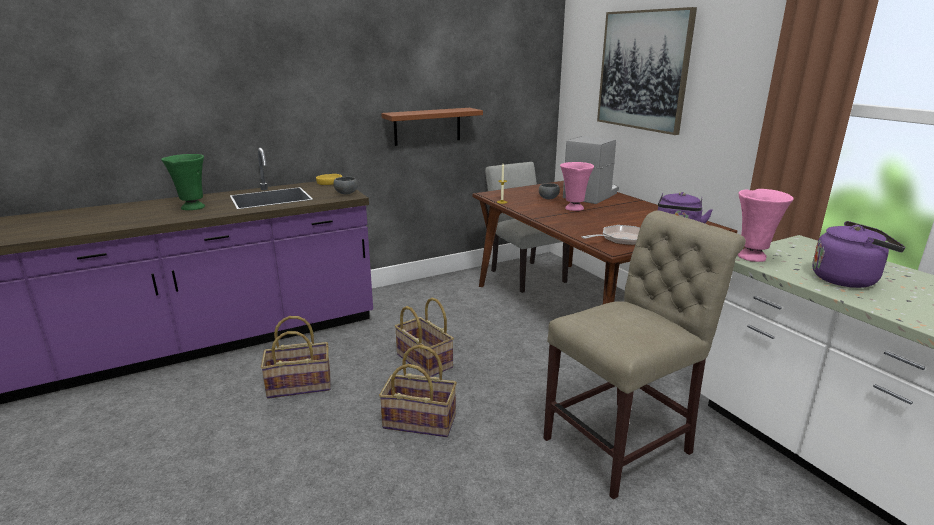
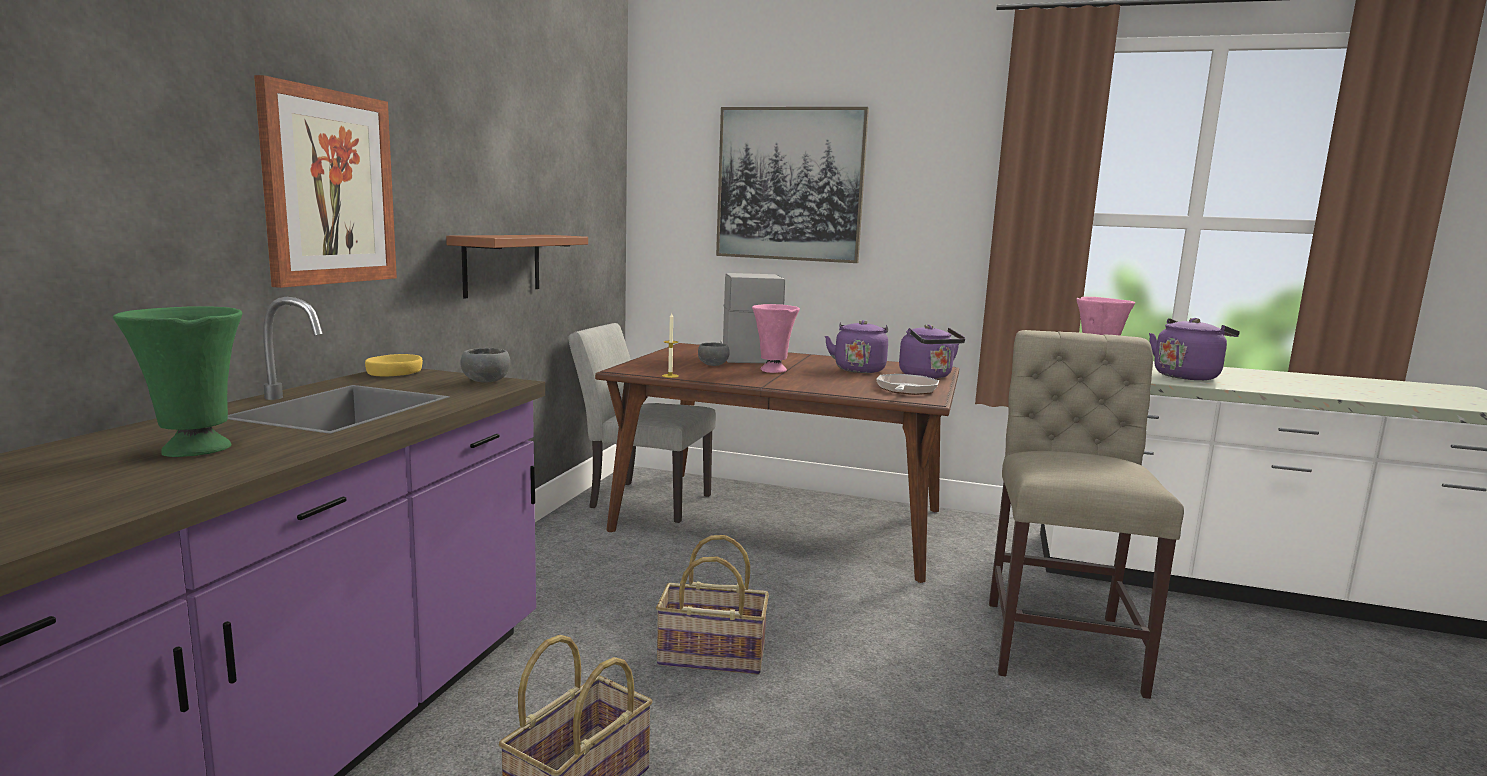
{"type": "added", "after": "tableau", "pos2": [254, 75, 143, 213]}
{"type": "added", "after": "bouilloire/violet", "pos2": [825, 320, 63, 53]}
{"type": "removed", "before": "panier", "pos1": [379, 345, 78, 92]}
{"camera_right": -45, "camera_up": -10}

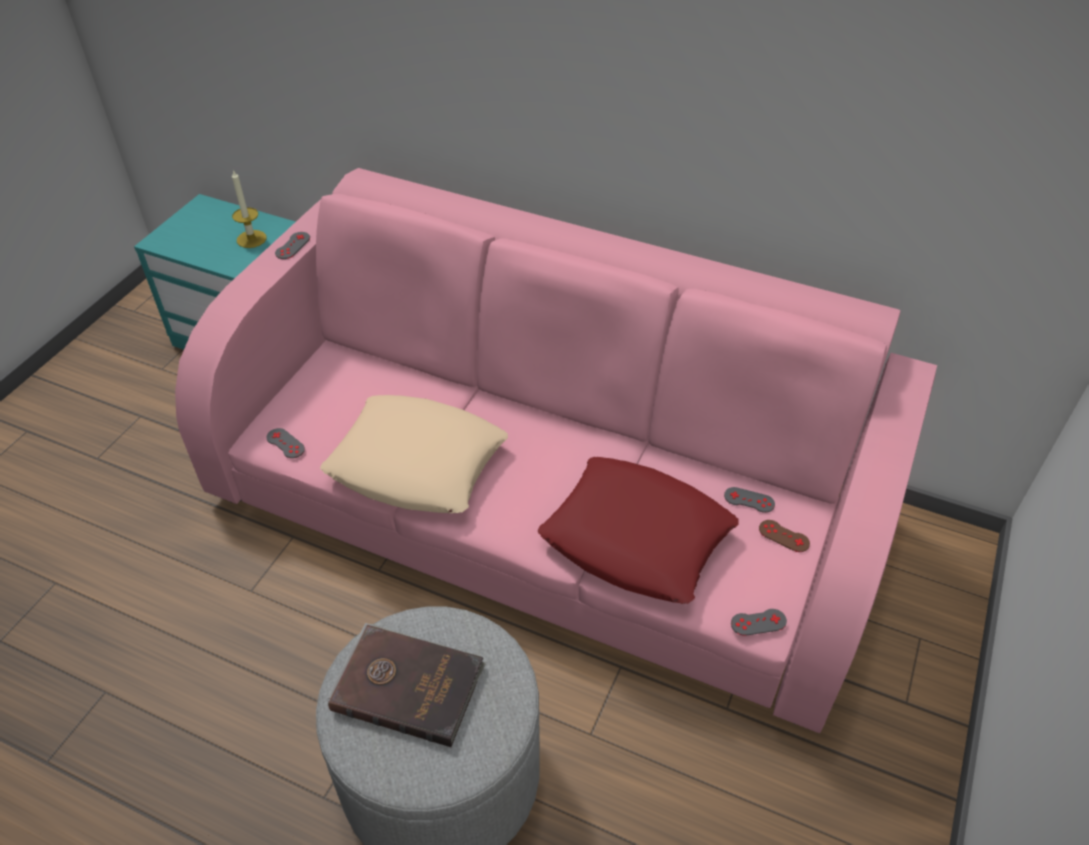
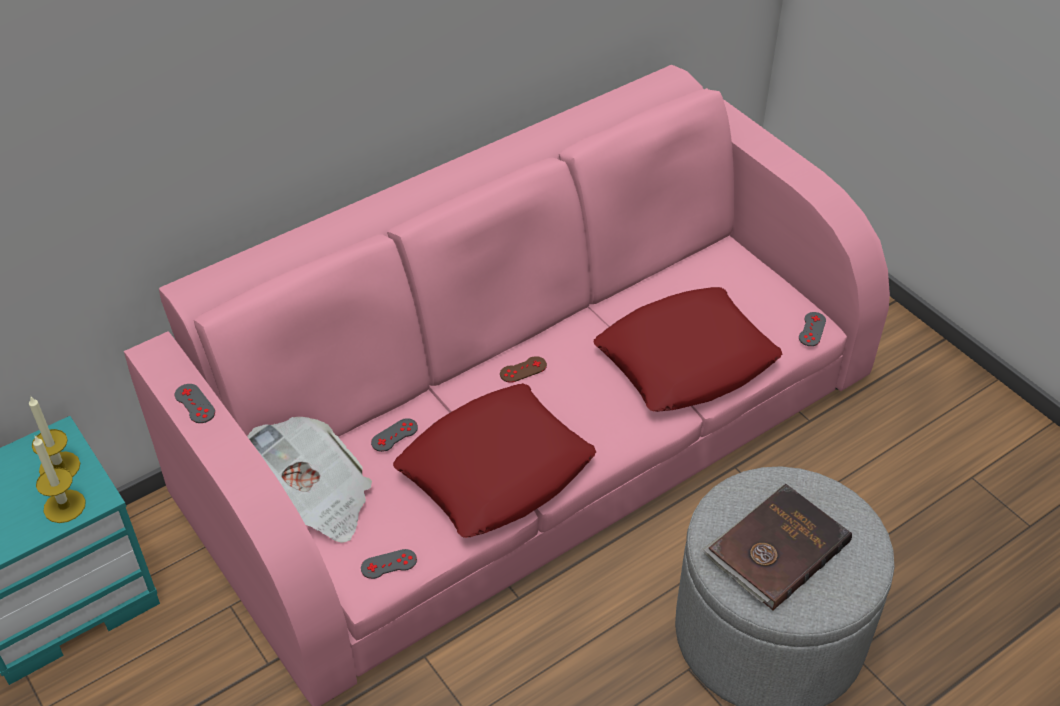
{"type": "added", "after": "bougie", "pos2": [33, 436, 53, 87]}
{"type": "added", "after": "journal", "pos2": [247, 417, 125, 126]}
{"type": "moved", "before": "manette/gris", "pos1": [724, 487, 51, 26], "pos2": [371, 418, 47, 34]}
{"type": "recoloured", "before": "coussin/beige", "after": "coussin/rouge", "pos1": [320, 395, 188, 118], "pos2": [393, 383, 203, 155]}
{"type": "moved", "before": "manette/marron", "pos1": [759, 520, 51, 32], "pos2": [500, 356, 47, 27]}
{"camera_right": -60, "camera_up": 0}

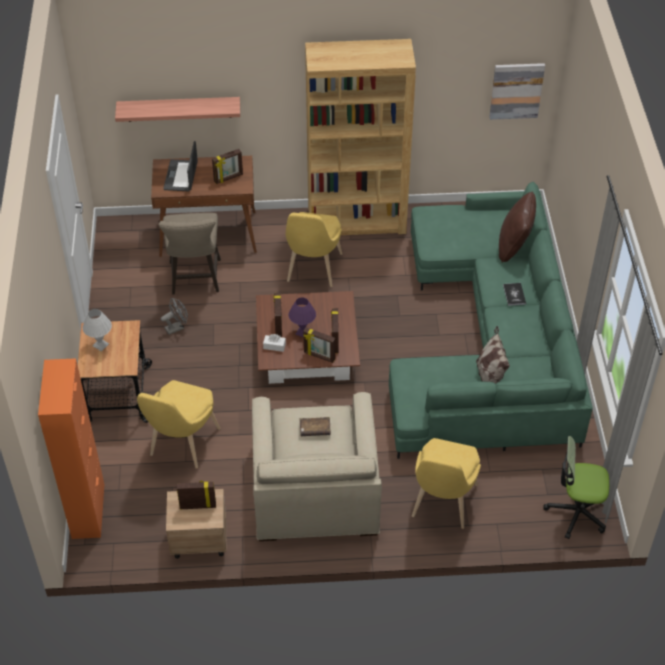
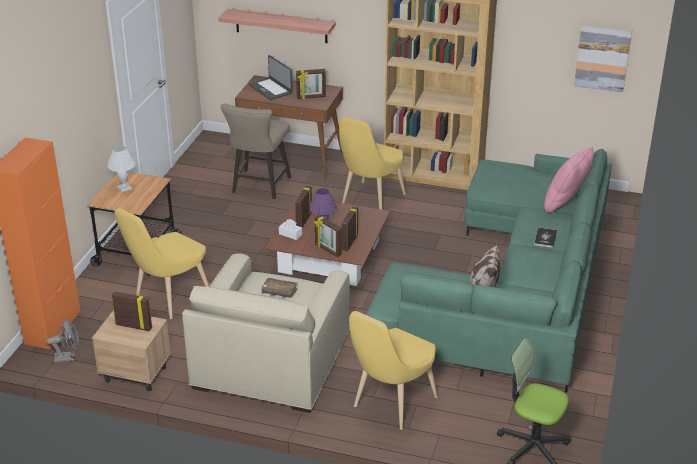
{"type": "moved", "before": "ventilateur/gris", "pos1": [161, 298, 27, 37], "pos2": [46, 320, 33, 42]}
{"type": "turned", "before": "ordinateur portable", "pos1": [163, 141, 35, 50], "pos2": [248, 55, 45, 45], "turn": -60}
{"type": "recoloured", "before": "coussin/marron", "after": "coussin/rose", "pos1": [499, 191, 37, 72], "pos2": [544, 147, 50, 65]}
{"camera_right": 20, "camera_up": -15}

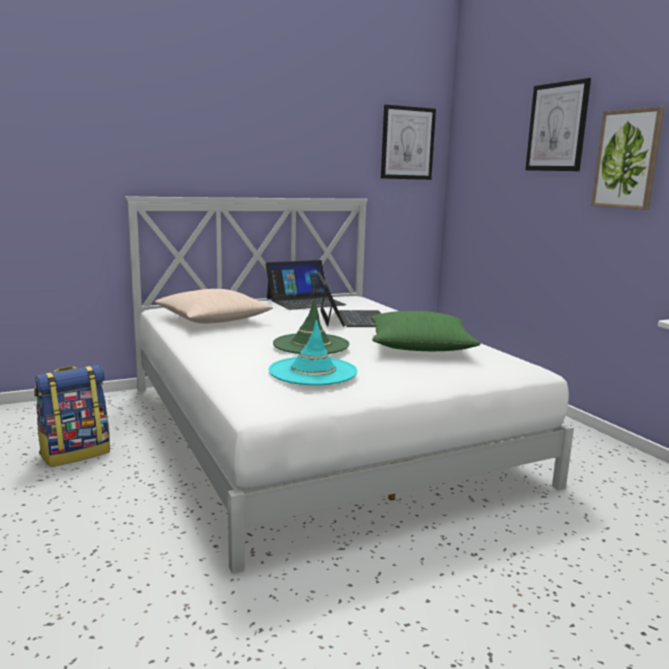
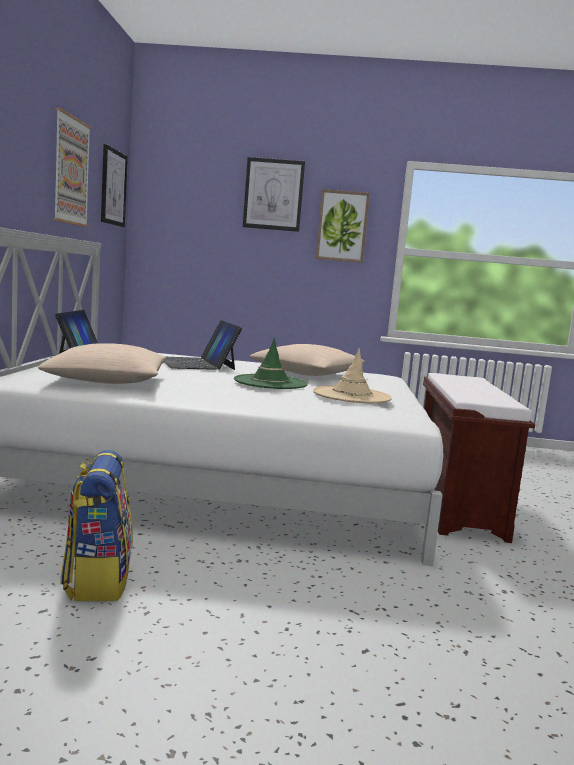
{"type": "added", "after": "tableau", "pos2": [53, 107, 39, 120]}
{"type": "turned", "before": "ordinateur portable", "pos1": [317, 272, 64, 55], "pos2": [164, 320, 78, 50], "turn": -135}
{"type": "recoloured", "before": "coussin/vert", "after": "coussin/beige", "pos1": [371, 311, 110, 40], "pos2": [249, 344, 116, 32]}
{"type": "recoloured", "before": "chapeau/turquoise", "after": "chapeau/beige", "pos1": [268, 319, 89, 66], "pos2": [313, 348, 79, 55]}
{"type": "added", "after": "banc/marron", "pos2": [423, 373, 112, 170]}
{"camera_right": -60, "camera_up": -5}

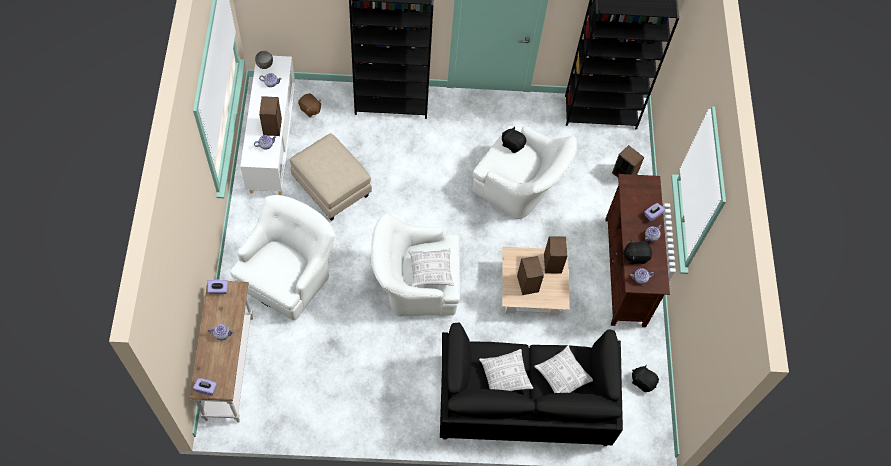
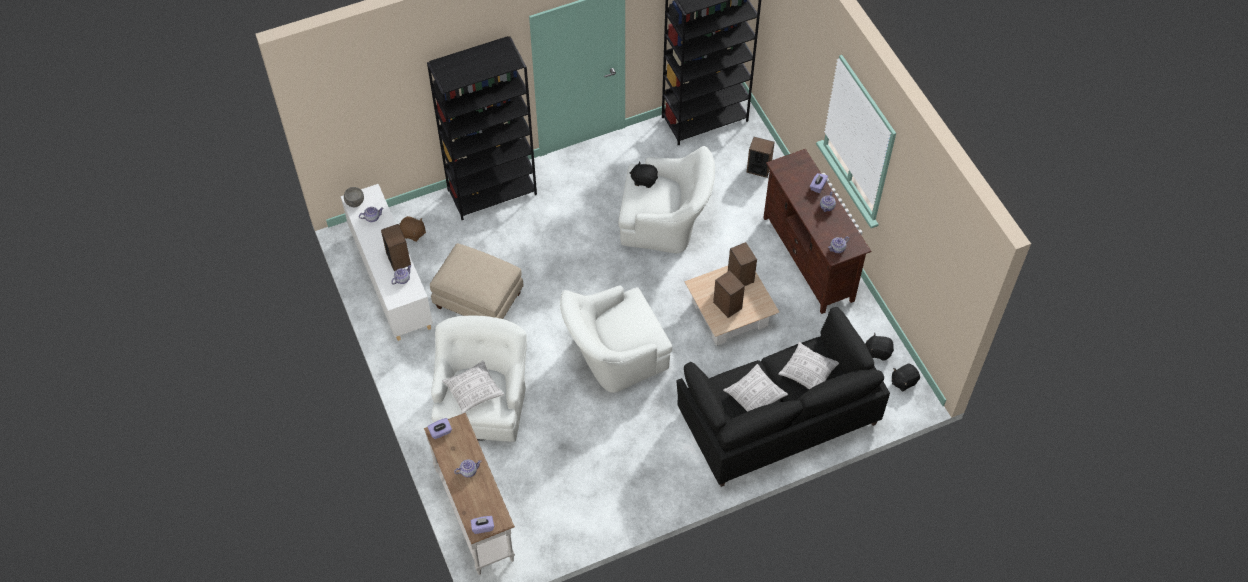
{"type": "moved", "before": "coussin", "pos1": [409, 248, 45, 39], "pos2": [442, 360, 62, 54]}
{"type": "moved", "before": "peluche/noir", "pos1": [622, 240, 30, 24], "pos2": [892, 364, 28, 28]}
{"camera_right": -20, "camera_up": -5}

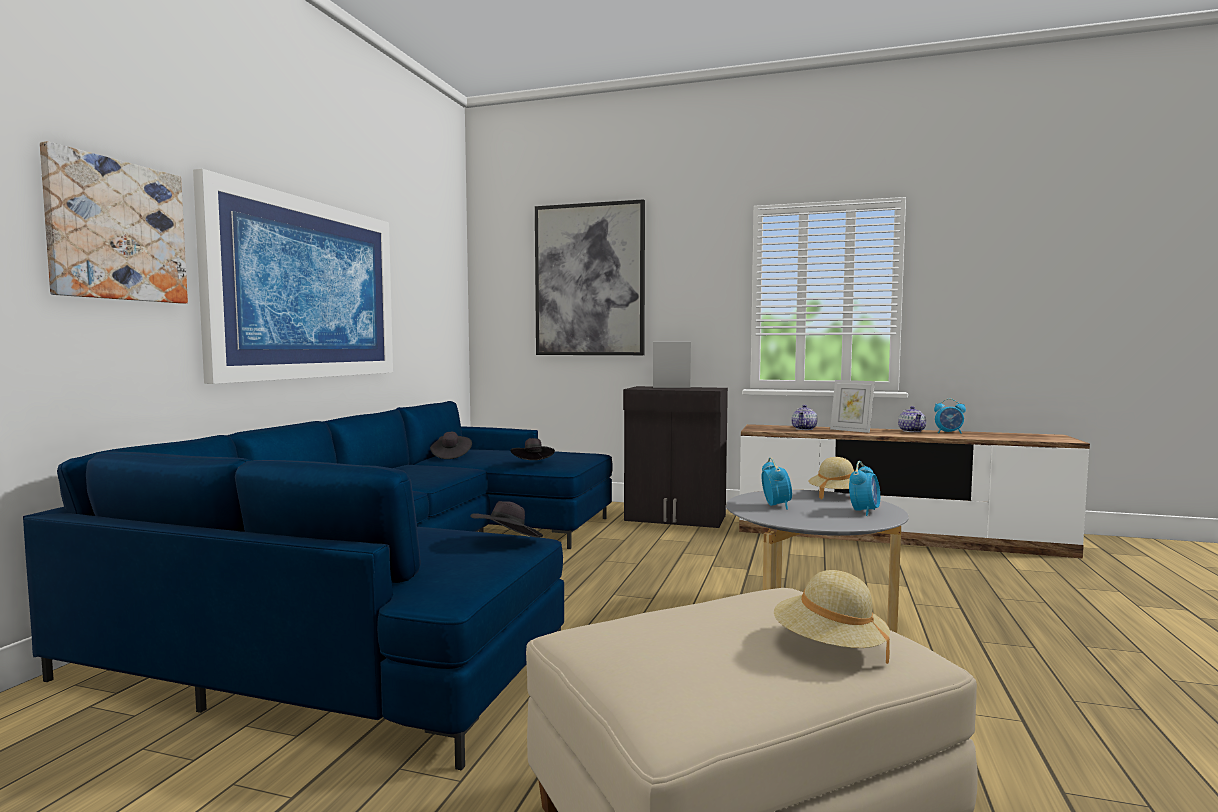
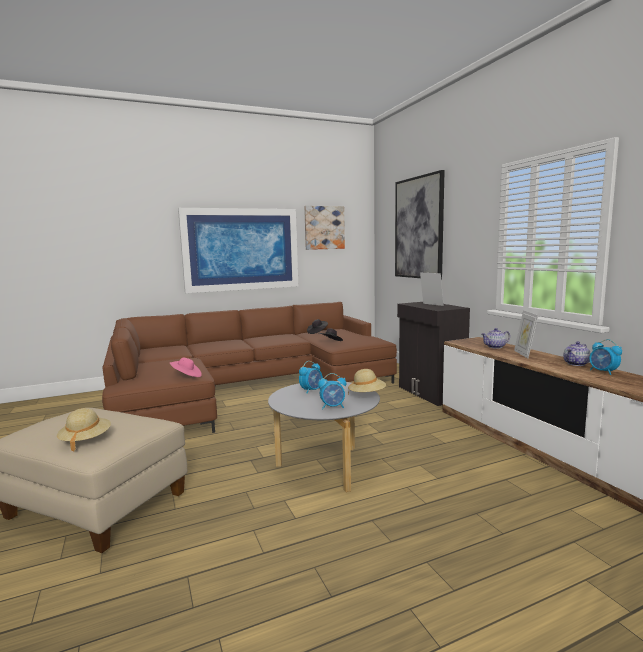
{"type": "recoloured", "before": "canapé/bleu", "after": "canapé/marron", "pos1": [23, 401, 590, 370], "pos2": [102, 302, 295, 131]}
{"type": "recoloured", "before": "chapeau/noir", "after": "chapeau/rose", "pos1": [471, 501, 72, 37], "pos2": [169, 358, 33, 19]}
{"type": "moved", "before": "tableau", "pos1": [40, 141, 148, 162], "pos2": [304, 206, 41, 44]}
{"camera_right": 50, "camera_up": 5}

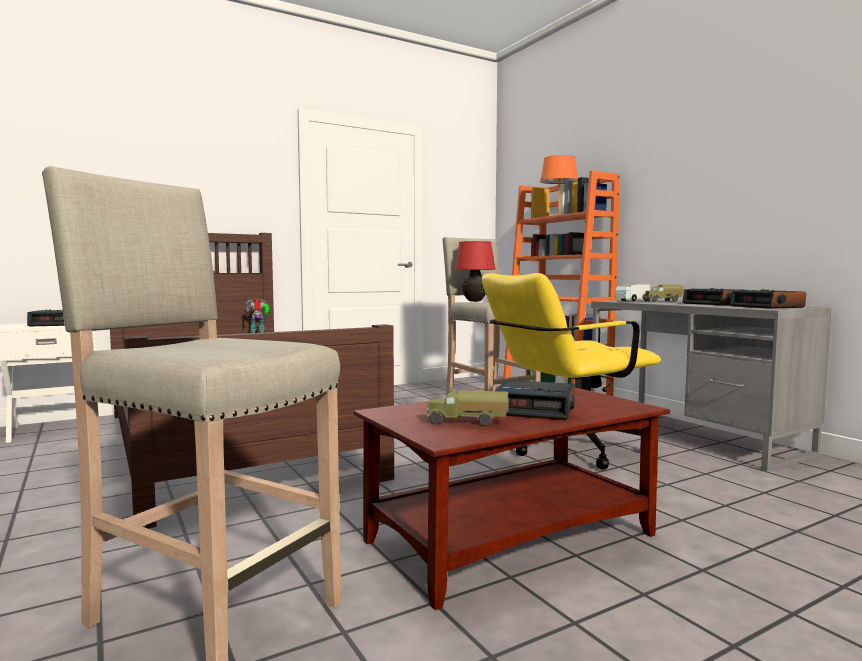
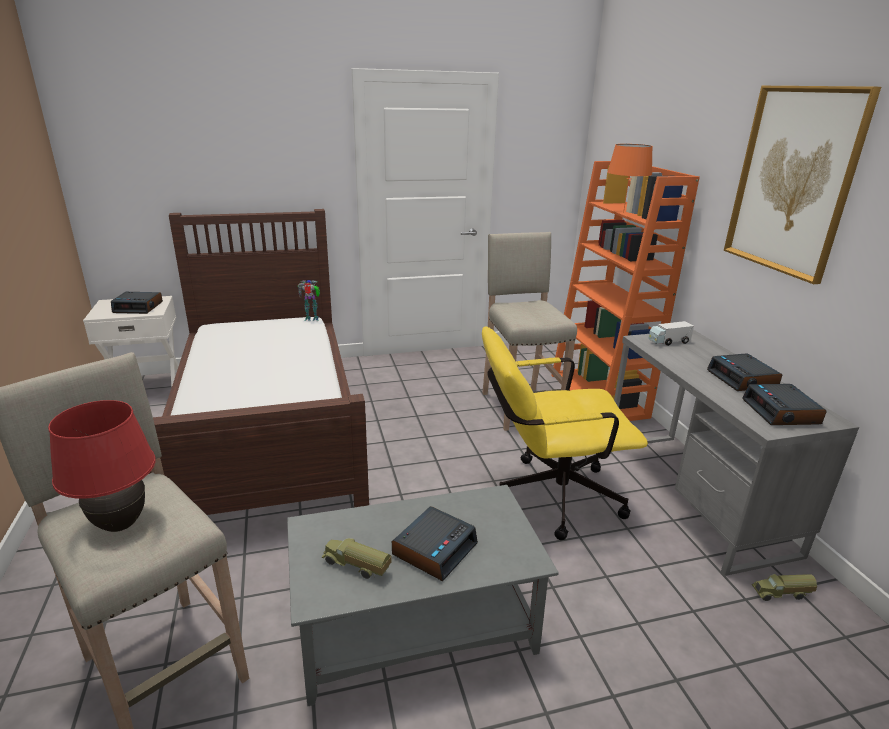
{"type": "moved", "before": "lampe de table/rouge", "pos1": [454, 241, 42, 61], "pos2": [48, 400, 108, 132]}
{"type": "recoloured", "before": "table basse/marron", "after": "table basse/gris", "pos1": [354, 387, 316, 223], "pos2": [287, 485, 272, 221]}
{"type": "turned", "before": "réveil", "pos1": [495, 380, 80, 40], "pos2": [392, 506, 86, 75], "turn": -90}
{"type": "added", "after": "tableau", "pos2": [724, 86, 157, 198]}
{"type": "moved", "before": "camion jouet", "pos1": [642, 285, 43, 17], "pos2": [752, 574, 65, 27]}
{"camera_right": 15, "camera_up": 20}

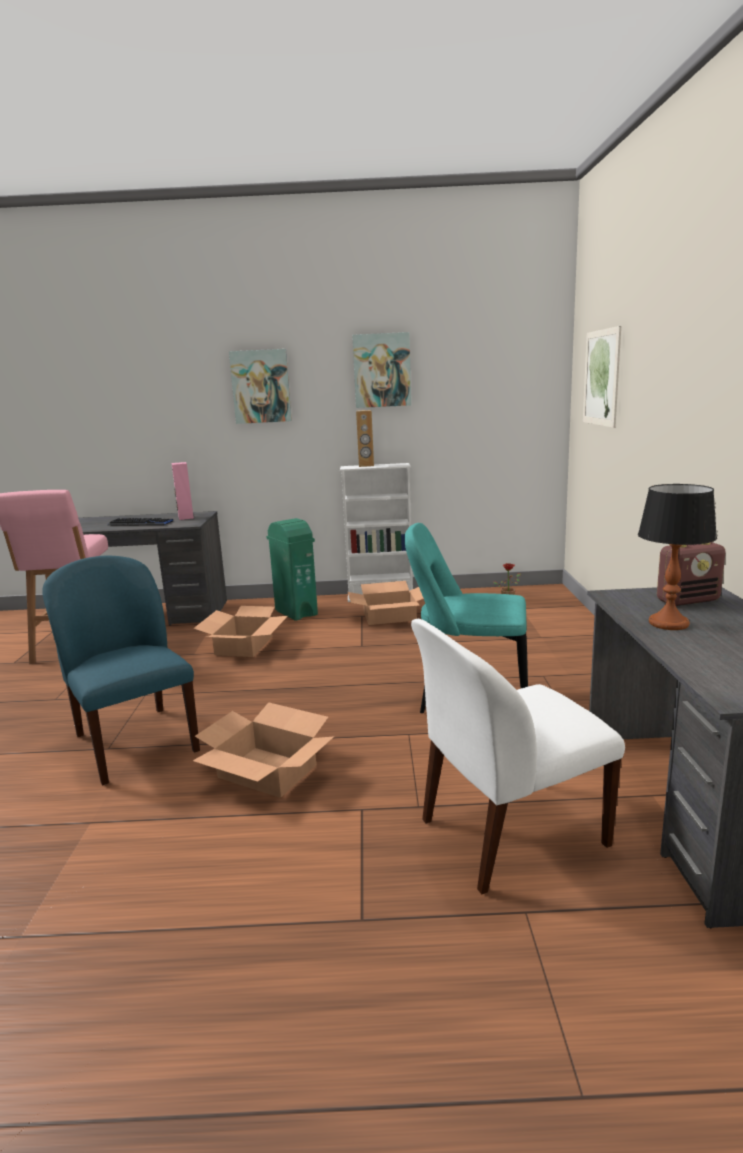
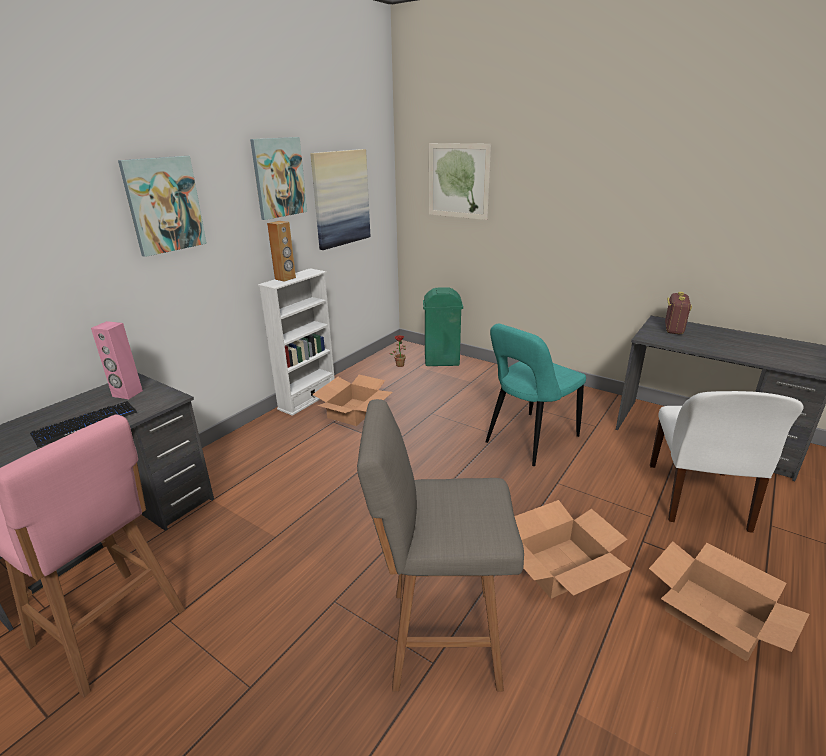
{"type": "added", "after": "tableau", "pos2": [310, 149, 60, 101]}
{"type": "replaced", "before": "chaise/bleu", "after": "tabouret/gris", "pos1": [42, 556, 158, 229], "pos2": [357, 399, 167, 293]}
{"type": "moved", "before": "poubelle/vert", "pos1": [266, 518, 52, 103], "pos2": [423, 287, 40, 79]}
{"type": "moved", "before": "carton", "pos1": [193, 606, 95, 51], "pos2": [649, 541, 160, 120]}
{"type": "removed", "before": "lampe de table", "pos1": [638, 484, 79, 146]}
{"camera_right": -55, "camera_up": 10}

